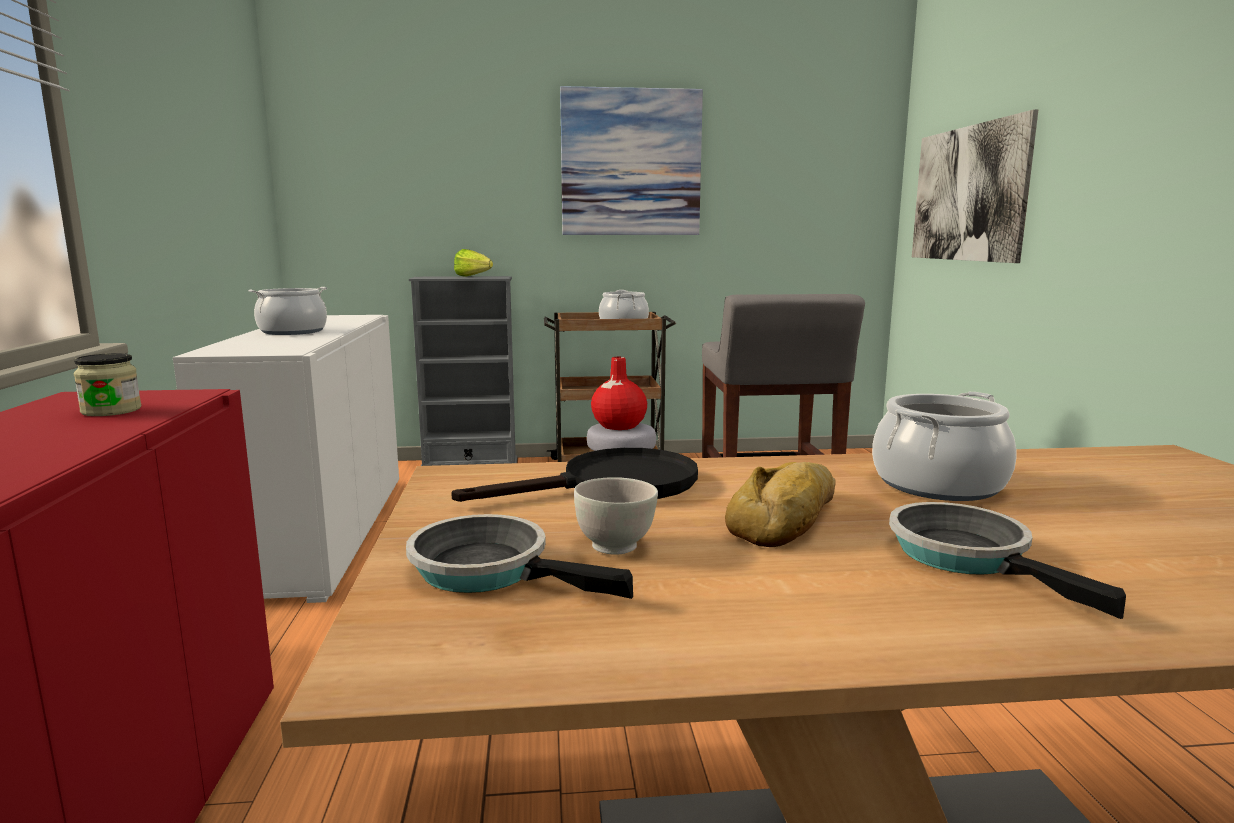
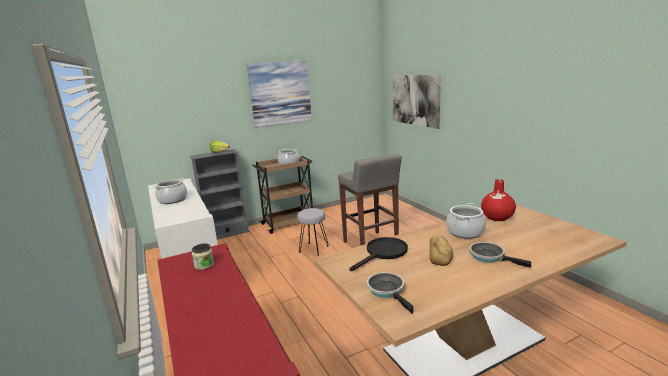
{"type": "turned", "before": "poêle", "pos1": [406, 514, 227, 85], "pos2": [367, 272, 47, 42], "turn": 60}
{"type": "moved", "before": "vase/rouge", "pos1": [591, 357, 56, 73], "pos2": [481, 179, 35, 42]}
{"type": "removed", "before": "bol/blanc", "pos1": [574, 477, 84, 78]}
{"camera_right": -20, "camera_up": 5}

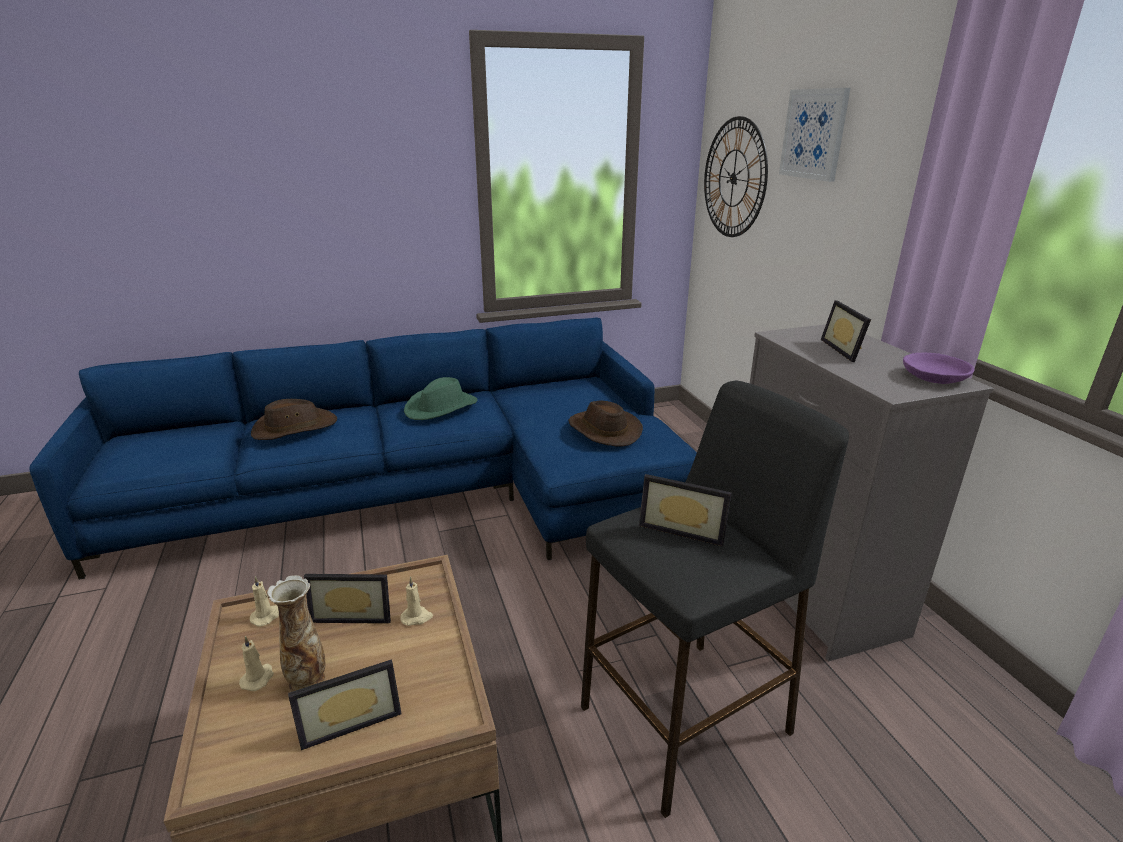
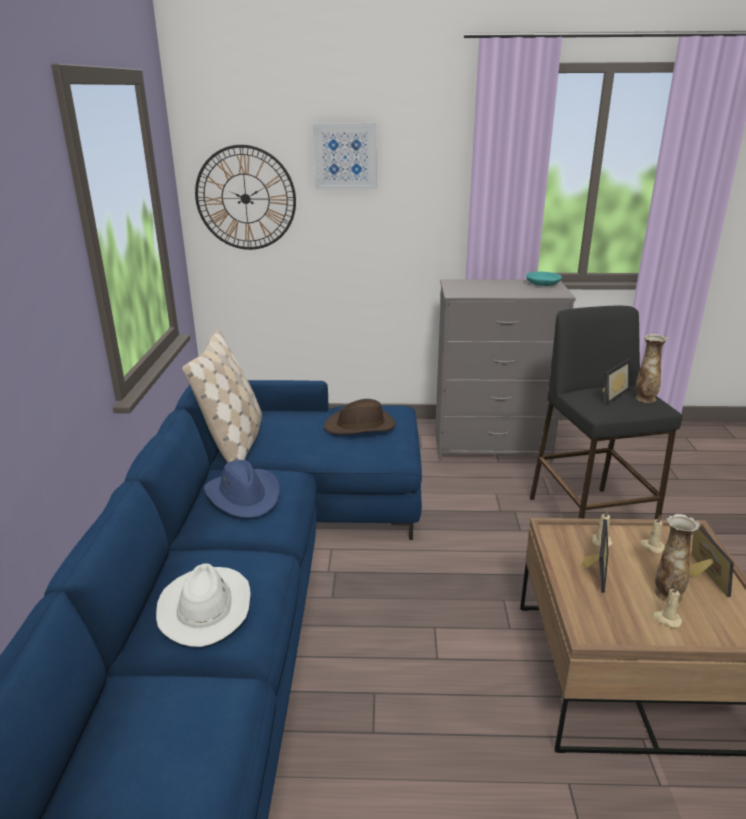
{"type": "recoloured", "before": "chapeau/marron", "after": "chapeau/blanc", "pos1": [251, 399, 86, 41], "pos2": [156, 563, 95, 84]}
{"type": "added", "after": "coussin/beige", "pos2": [182, 328, 80, 135]}
{"type": "recoloured", "before": "chapeau/vert", "after": "chapeau/bleu", "pos1": [404, 377, 73, 43], "pos2": [204, 460, 76, 58]}
{"type": "recoloured", "before": "bol/violet", "after": "bol/turquoise", "pos1": [903, 353, 71, 31], "pos2": [526, 272, 36, 14]}
{"type": "added", "after": "vase", "pos2": [636, 334, 32, 69]}
{"type": "moved", "before": "bougie/beige", "pos1": [250, 576, 29, 51], "pos2": [640, 515, 25, 38]}
{"type": "removed", "before": "cadre photo", "pos1": [821, 300, 50, 62]}
{"camera_right": -70, "camera_up": 0}

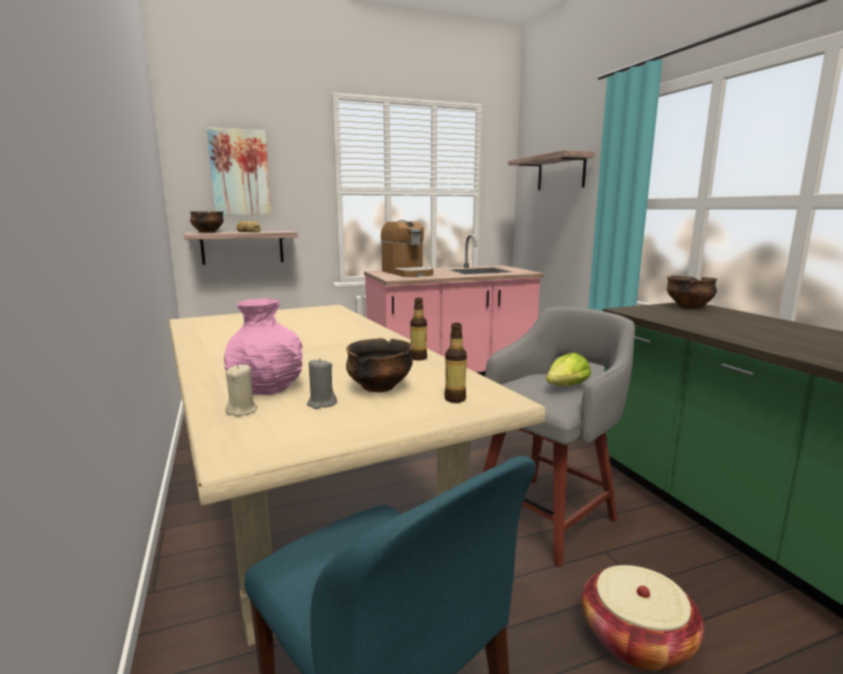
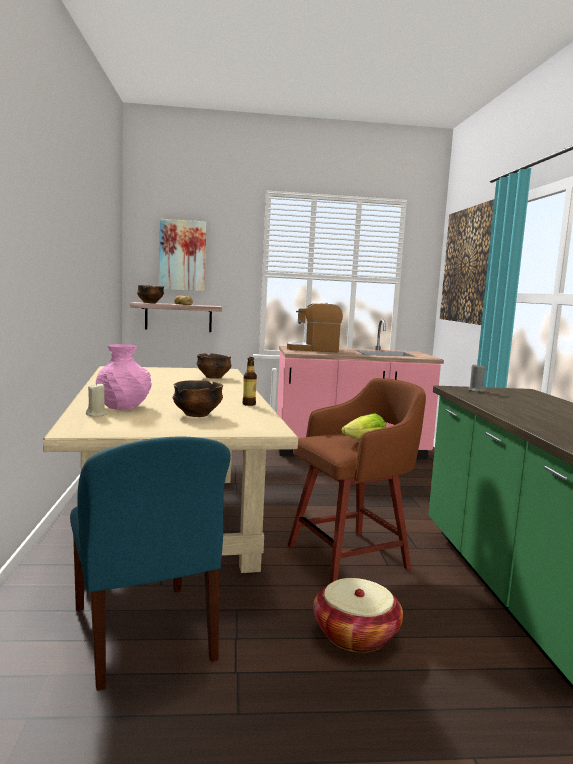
{"type": "moved", "before": "bol", "pos1": [667, 275, 50, 34], "pos2": [197, 353, 35, 26]}
{"type": "turned", "before": "machine à café", "pos1": [381, 220, 52, 57], "pos2": [287, 303, 56, 50], "turn": 105}
{"type": "recoloured", "before": "tabouret/gris", "after": "tabouret/marron", "pos1": [483, 307, 152, 261], "pos2": [287, 378, 139, 205]}
{"type": "replaced", "before": "étagère", "after": "tableau", "pos1": [508, 150, 87, 40], "pos2": [440, 199, 54, 126]}
{"type": "moved", "before": "bougie/gris", "pos1": [307, 358, 30, 51], "pos2": [468, 364, 18, 28]}
{"type": "removed", "before": "bouteille", "pos1": [444, 323, 23, 80]}
{"camera_right": 15, "camera_up": -5}

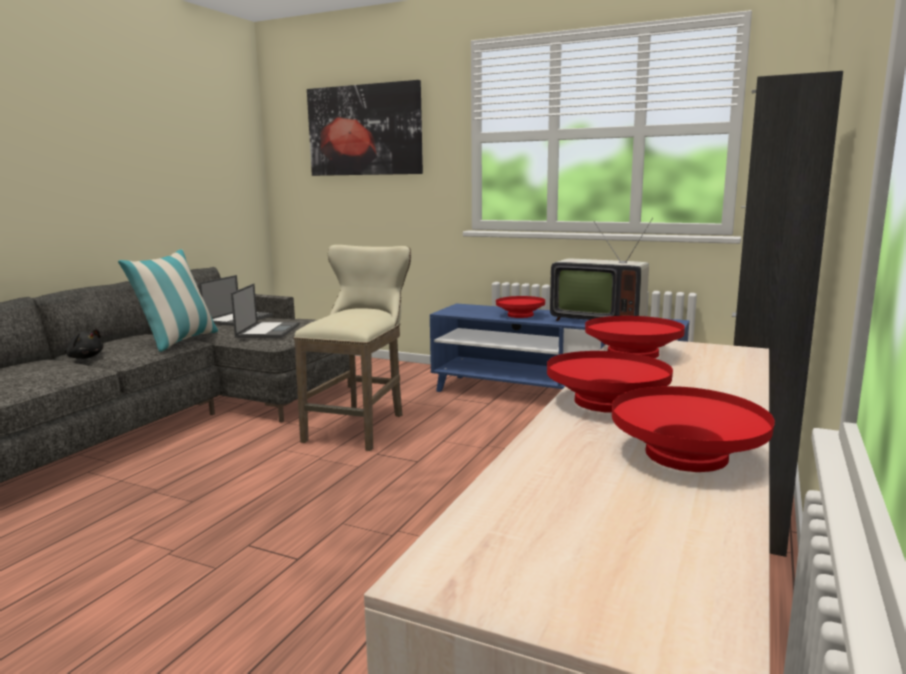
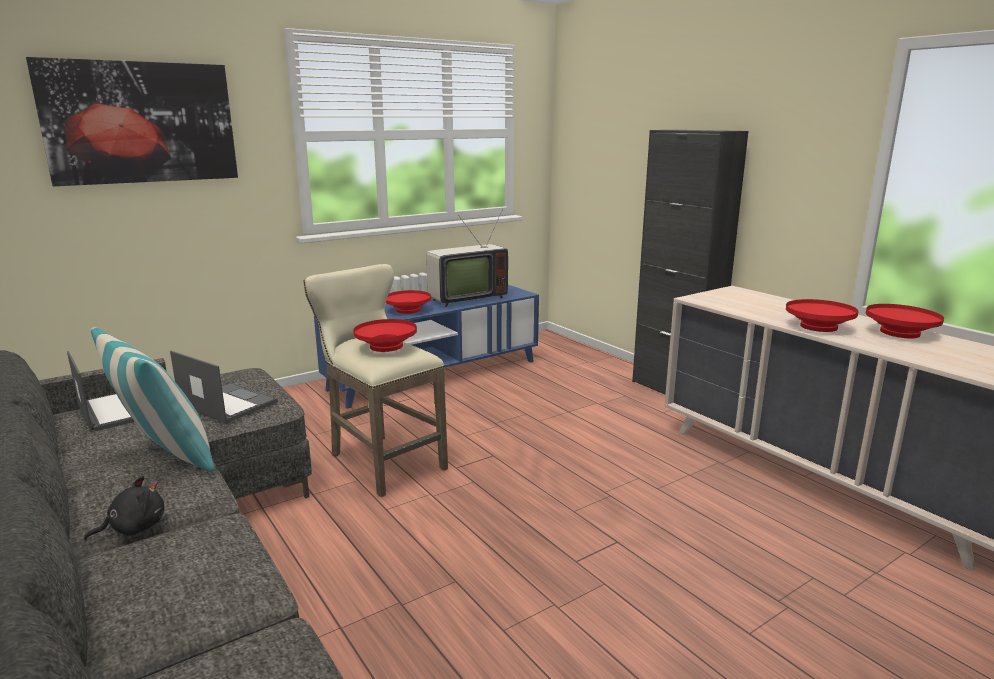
{"type": "moved", "before": "bol/rouge", "pos1": [585, 316, 100, 42], "pos2": [353, 319, 64, 33]}
{"camera_right": -60, "camera_up": 5}

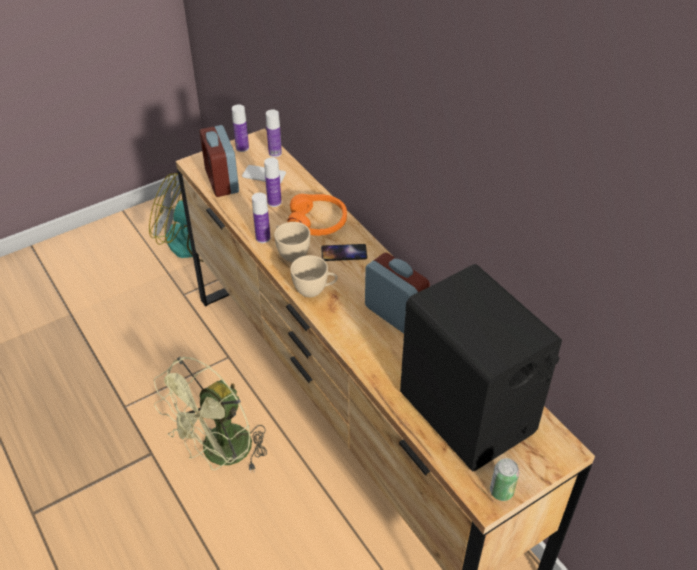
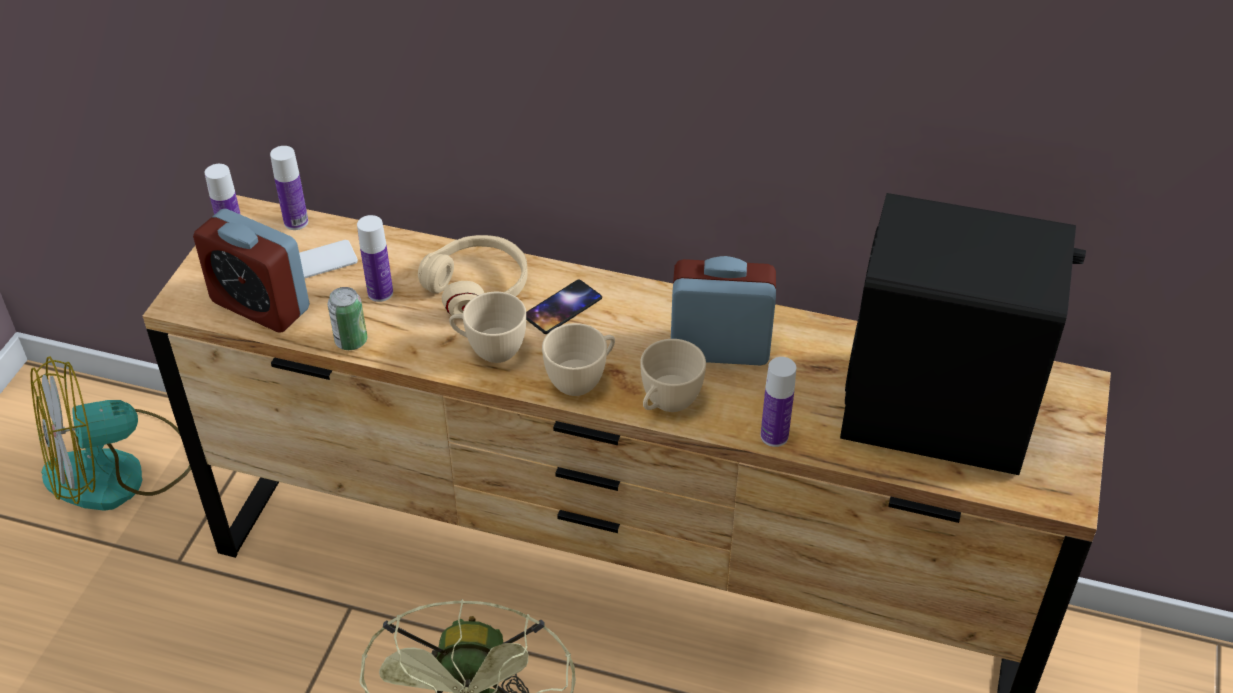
{"type": "moved", "before": "boîte métallique", "pos1": [490, 458, 29, 43], "pos2": [328, 287, 39, 63]}
{"type": "recoloured", "before": "casque audio/orange", "after": "casque audio/beige", "pos1": [287, 194, 60, 42], "pos2": [418, 235, 110, 80]}
{"type": "added", "after": "tasse/beige", "pos2": [640, 339, 66, 73]}
{"type": "moved", "before": "bouteille", "pos1": [252, 193, 18, 50], "pos2": [761, 357, 35, 90]}
{"camera_right": -40, "camera_up": 0}

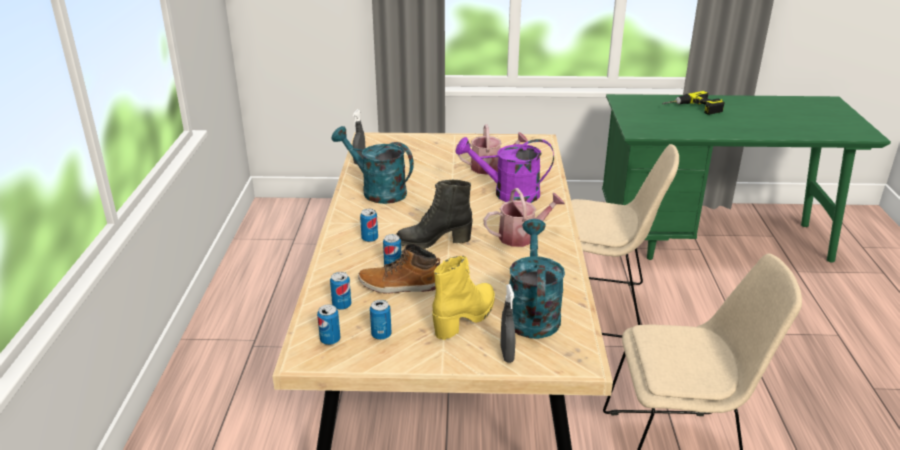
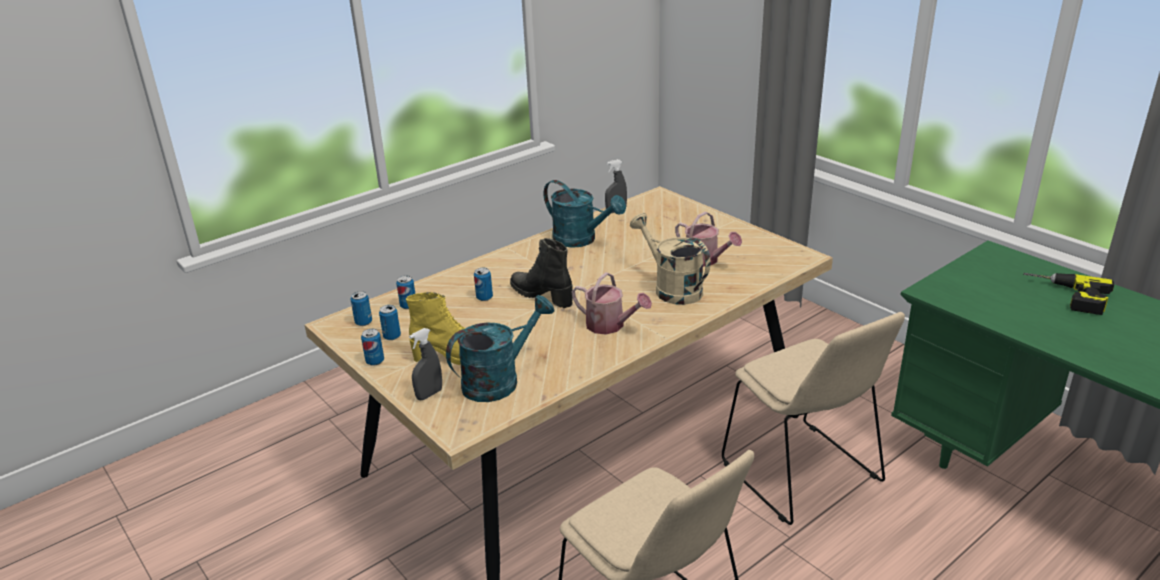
{"type": "moved", "before": "boîte métallique", "pos1": [360, 209, 18, 33], "pos2": [361, 328, 23, 38]}
{"type": "turned", "before": "arrosoir/turquoise", "pos1": [332, 126, 82, 78], "pos2": [544, 180, 82, 68], "turn": 135}
{"type": "recoloured", "before": "arrosoir/violet", "after": "arrosoir/beige", "pos1": [456, 137, 98, 66], "pos2": [630, 213, 81, 92]}
{"type": "removed", "before": "botte", "pos1": [358, 244, 82, 50]}
{"camera_right": 50, "camera_up": 0}

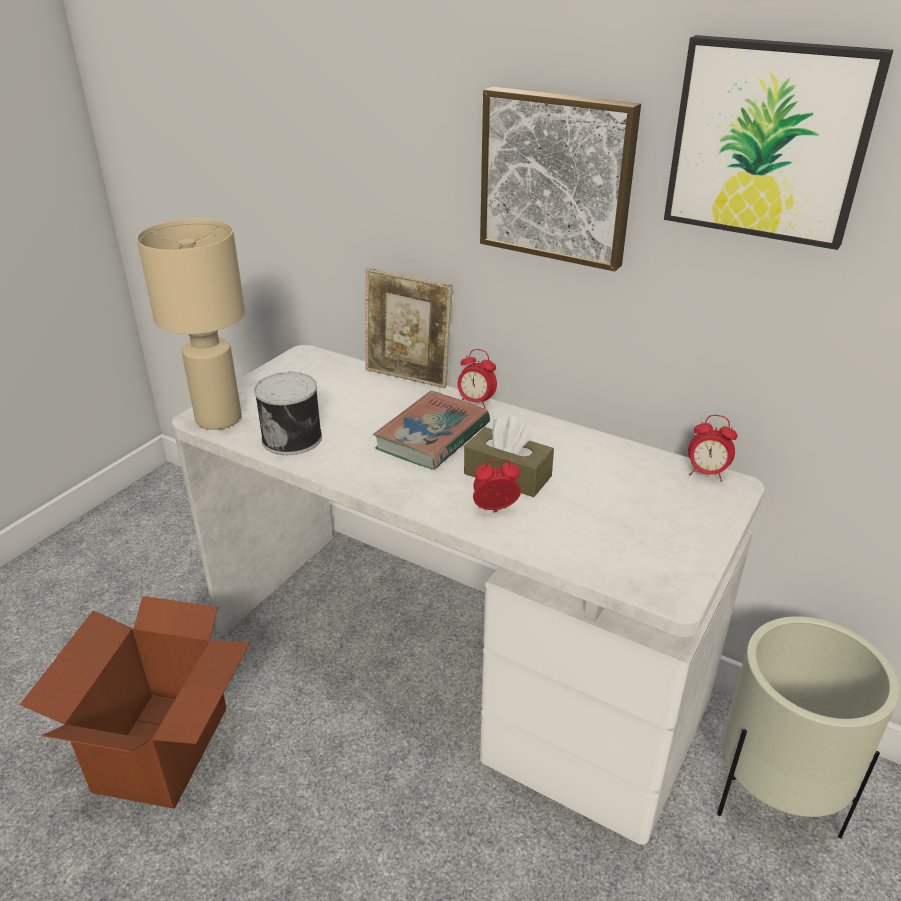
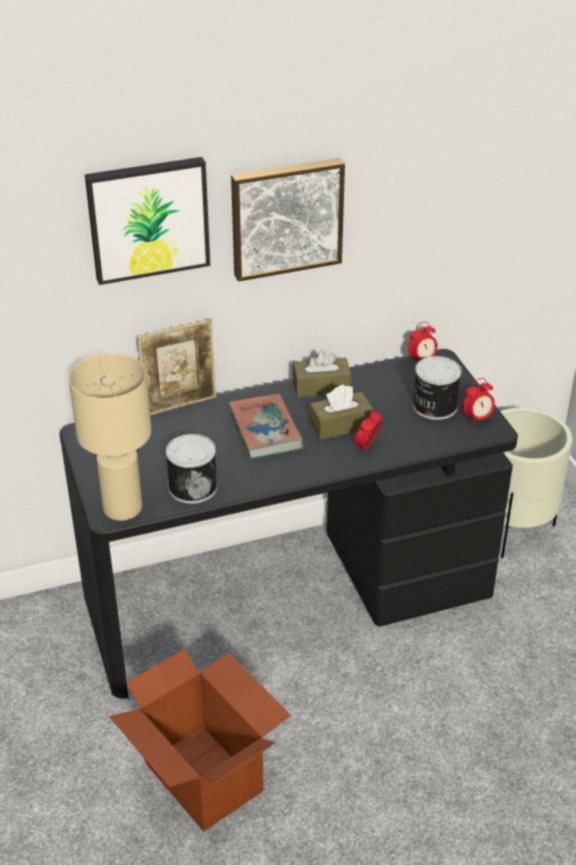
{"type": "recoloured", "before": "bureau/blanc", "after": "bureau/noir", "pos1": [172, 345, 592, 500], "pos2": [59, 349, 459, 349]}
{"type": "moved", "before": "tableau", "pos1": [664, 35, 229, 215], "pos2": [85, 157, 125, 128]}
{"type": "added", "after": "boîte à mouchoirs/marron", "pos2": [293, 350, 58, 47]}
{"type": "added", "after": "boîte métallique", "pos2": [413, 356, 49, 64]}
{"type": "moved", "before": "réveil", "pos1": [458, 349, 39, 60], "pos2": [463, 378, 32, 47]}
{"camera_right": -50, "camera_up": 5}

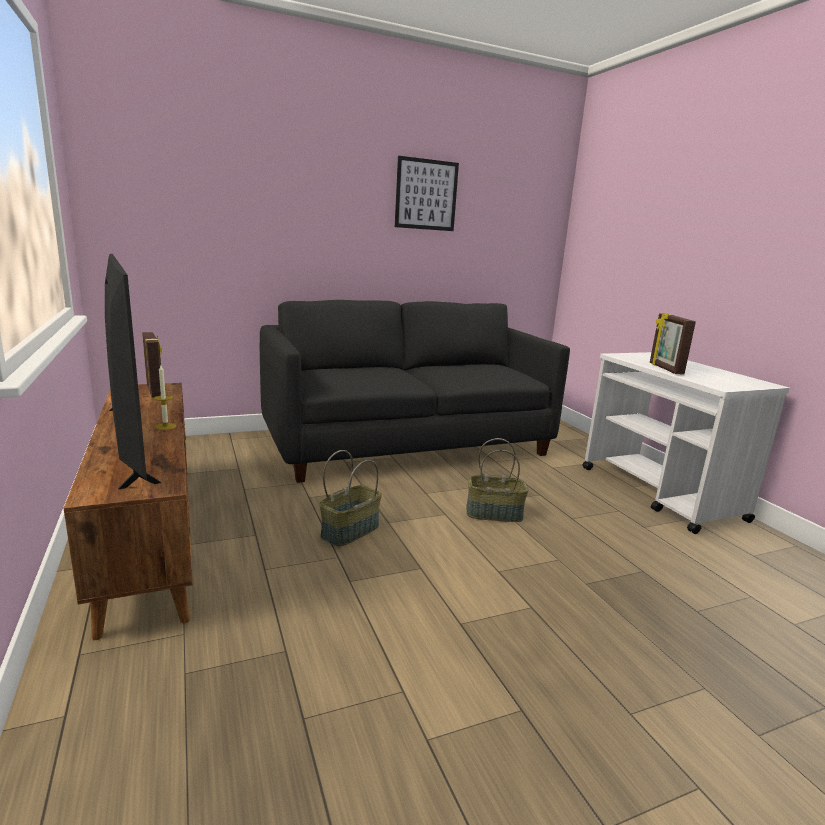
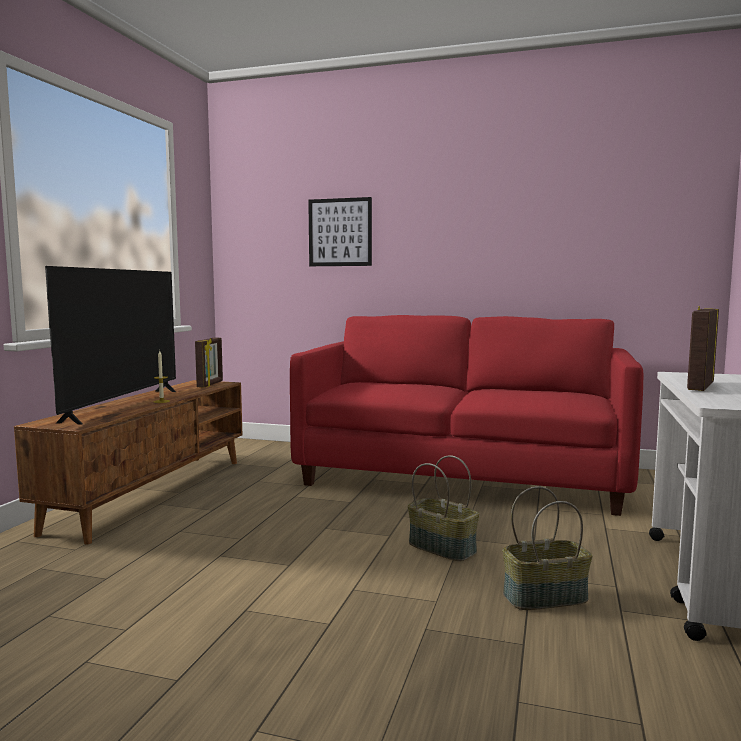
{"type": "recoloured", "before": "canapé/noir", "after": "canapé/rouge", "pos1": [260, 300, 310, 183], "pos2": [290, 315, 354, 201]}
{"type": "moved", "before": "tableau", "pos1": [395, 156, 64, 75], "pos2": [308, 197, 64, 69]}
{"type": "moved", "before": "panier", "pos1": [319, 450, 63, 96], "pos2": [502, 486, 90, 124]}
{"camera_right": 40, "camera_up": -10}

